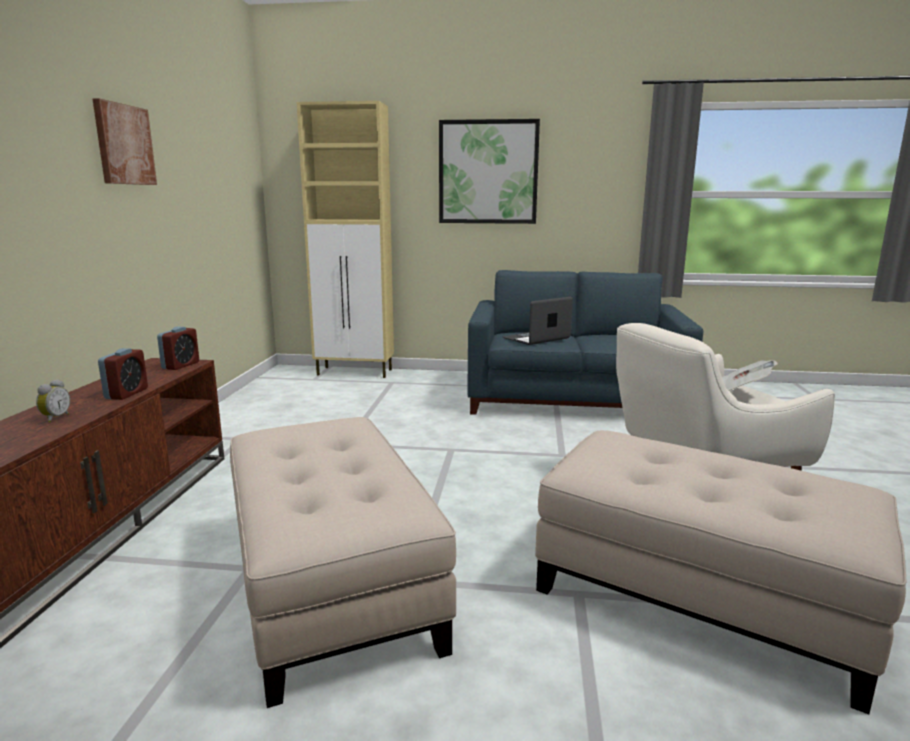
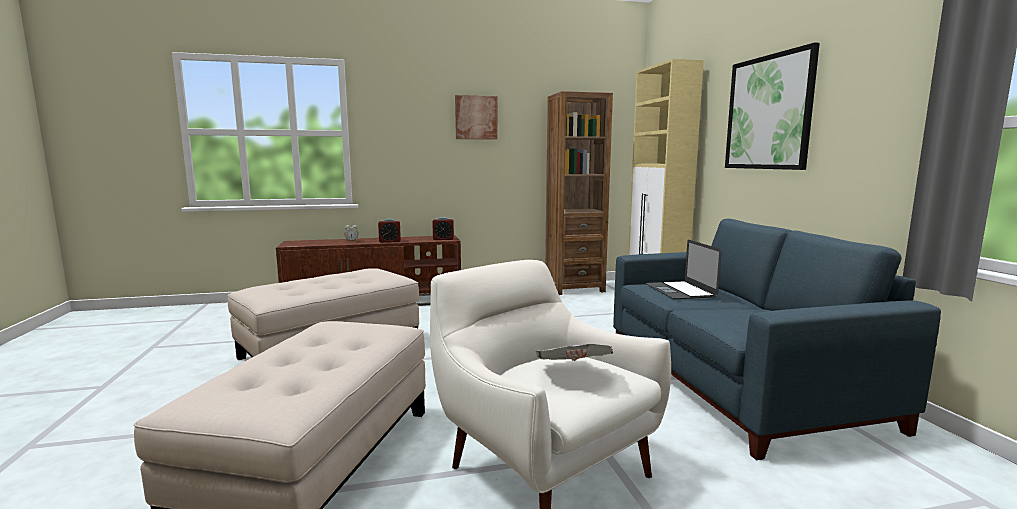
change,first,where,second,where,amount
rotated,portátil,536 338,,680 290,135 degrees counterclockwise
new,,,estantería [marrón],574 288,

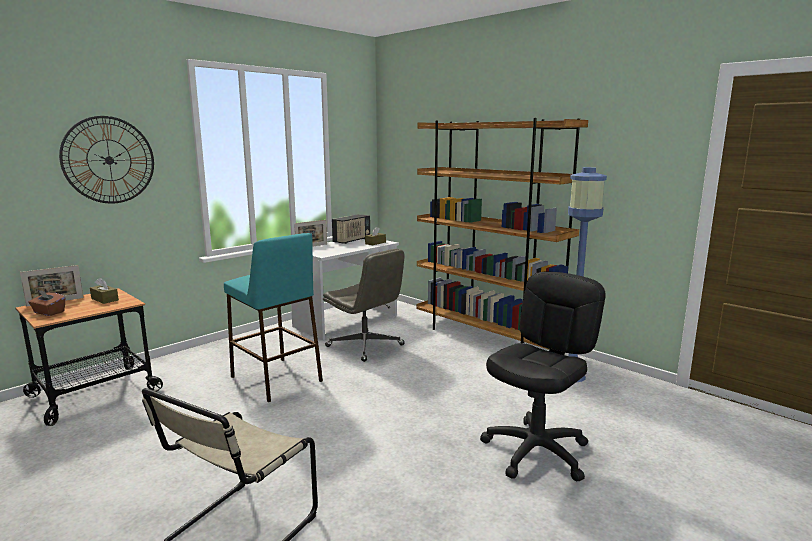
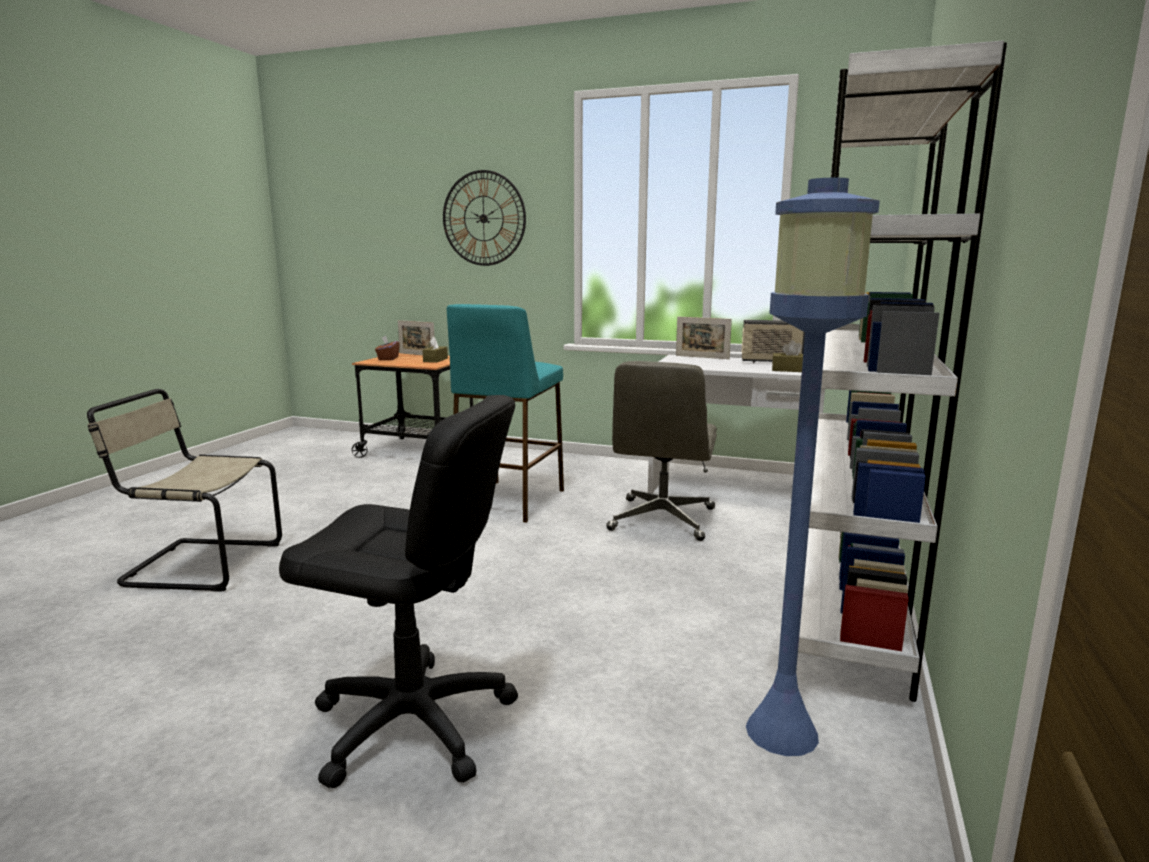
change,first,where,second,where,amount
repainted,estantería [marrón],487 337,estantería [blanco],847 601,

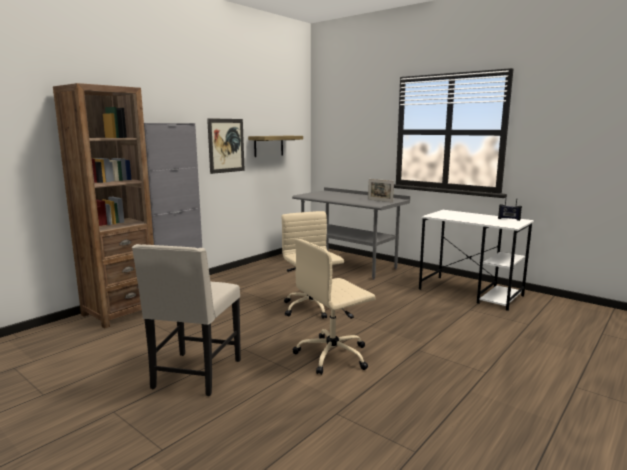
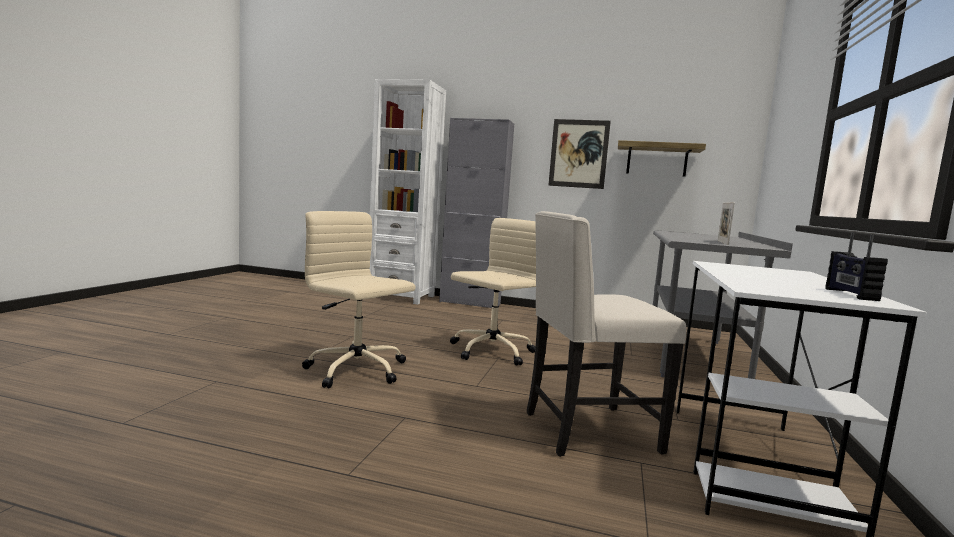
change,first,where,second,where,amount
repainted,estantería [marrón],120 312,estantería [blanco],401 297,
shifted,silla [beis],195 375,,587 432,

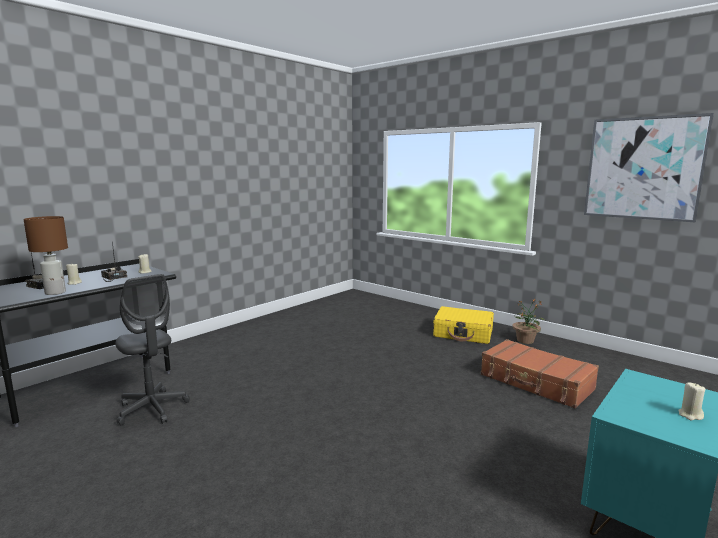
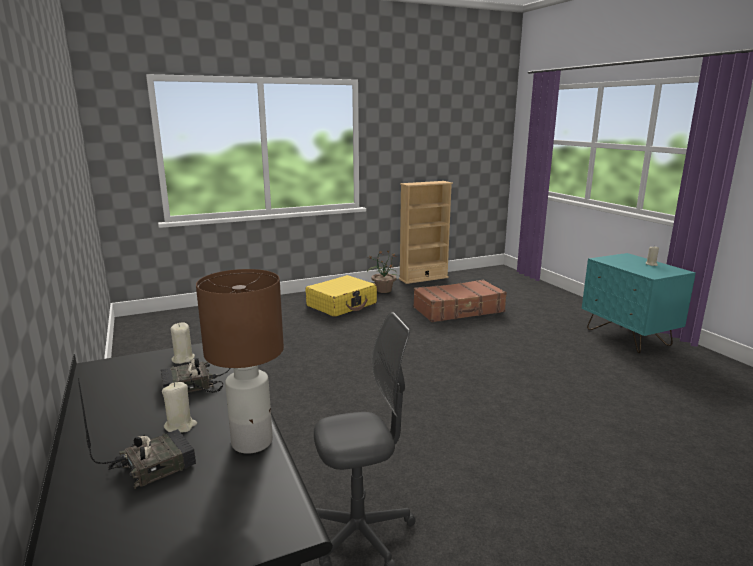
change,first,where,second,where,amount
gone,cuadro,643 168,,,
new,,,estantería [beis],423 278,

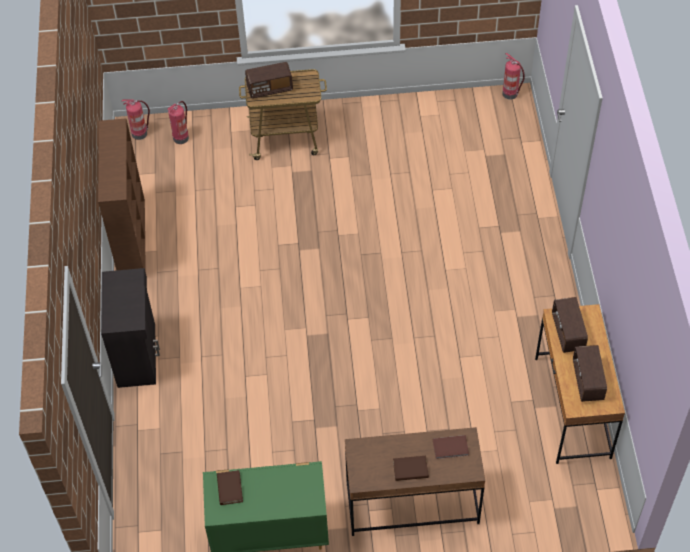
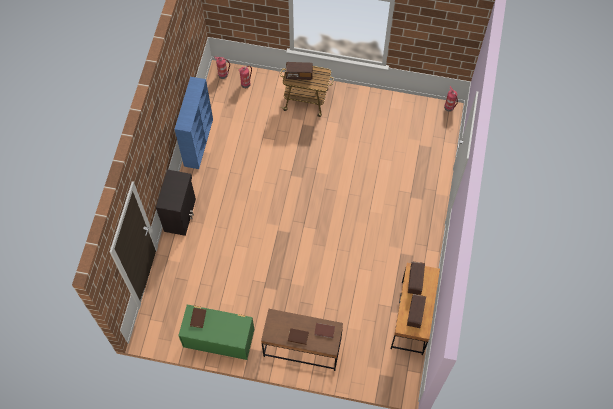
change,first,where,second,where,amount
repainted,estantería [marrón],132 239,estantería [azul],198 142,

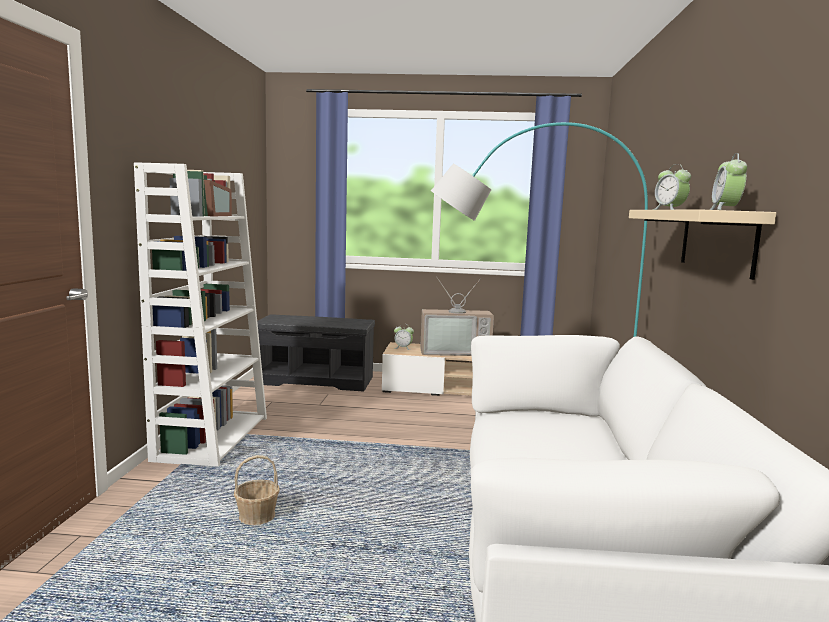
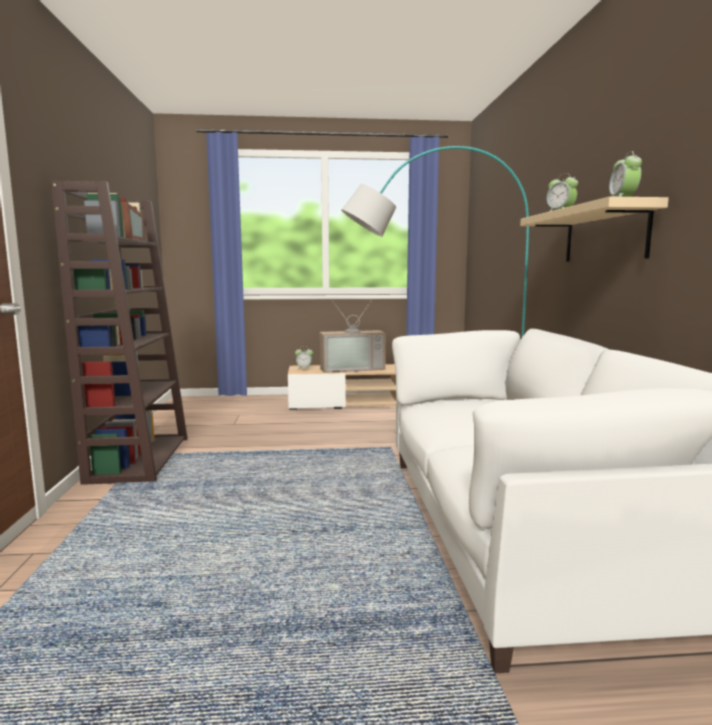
change,first,where,second,where,amount
repainted,estantería [blanco],212 437,estantería [marrón],139 458,
gone,banco [gris],316 380,,,
gone,cesta,257 516,,,

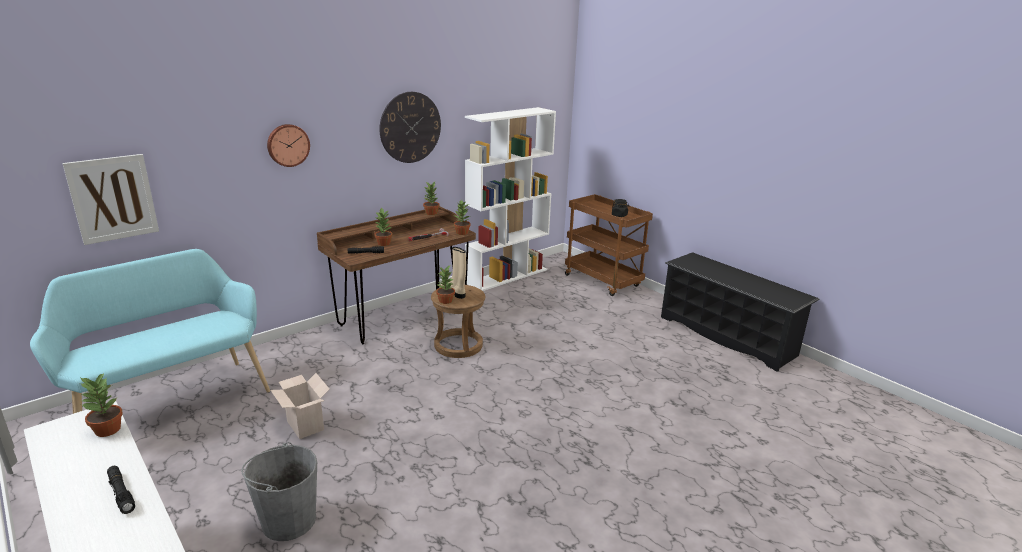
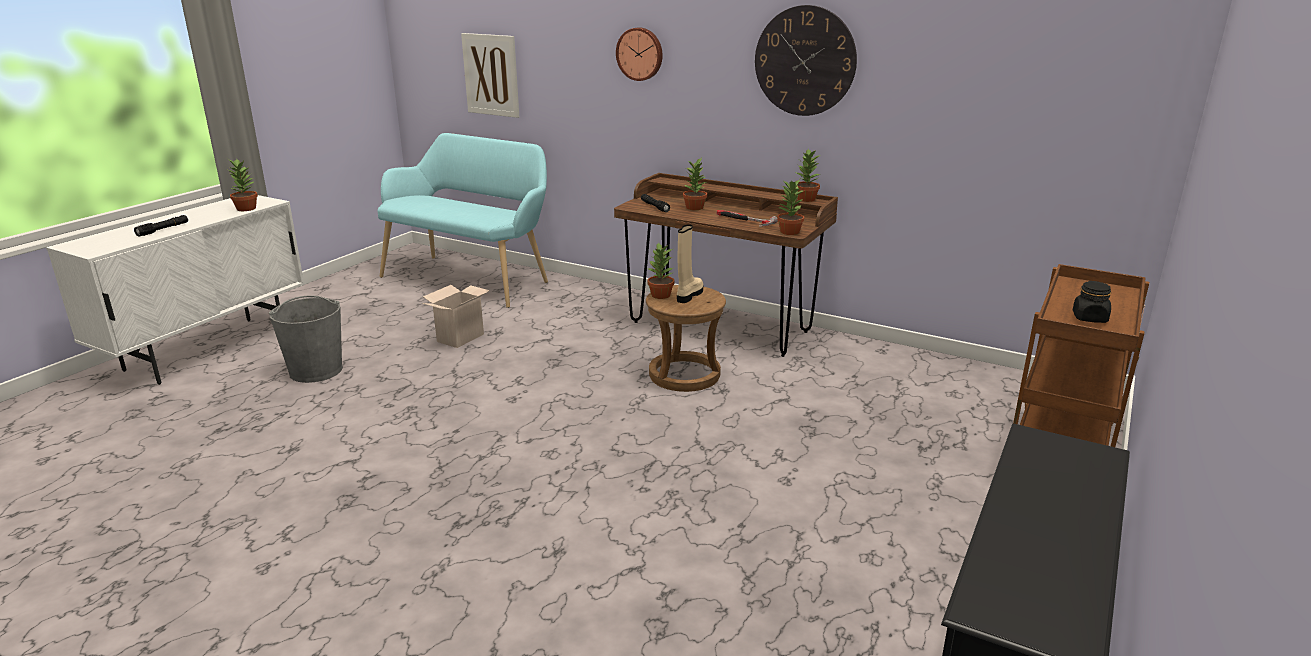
change,first,where,second,where,amount
gone,estantería [blanco],507 276,,,

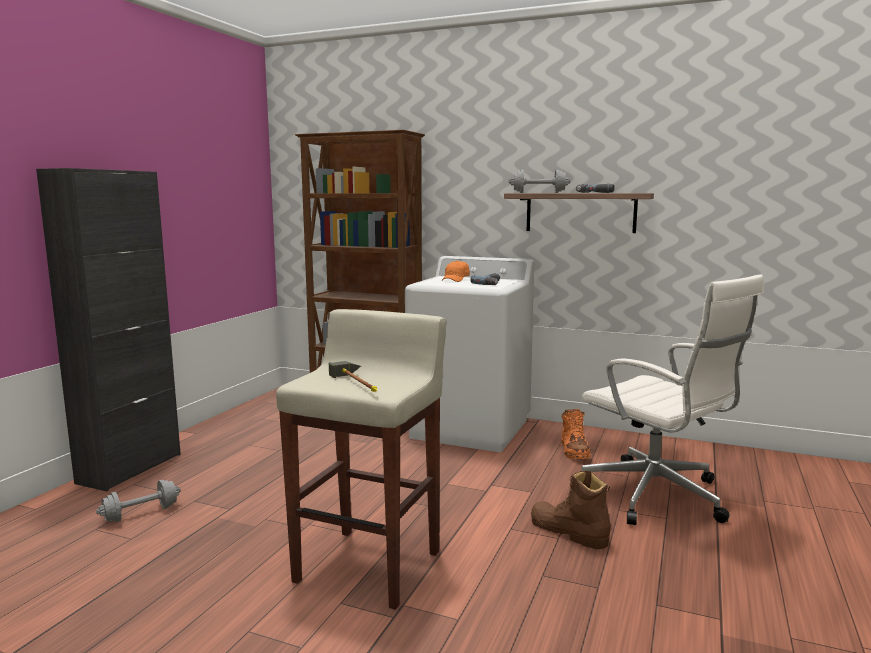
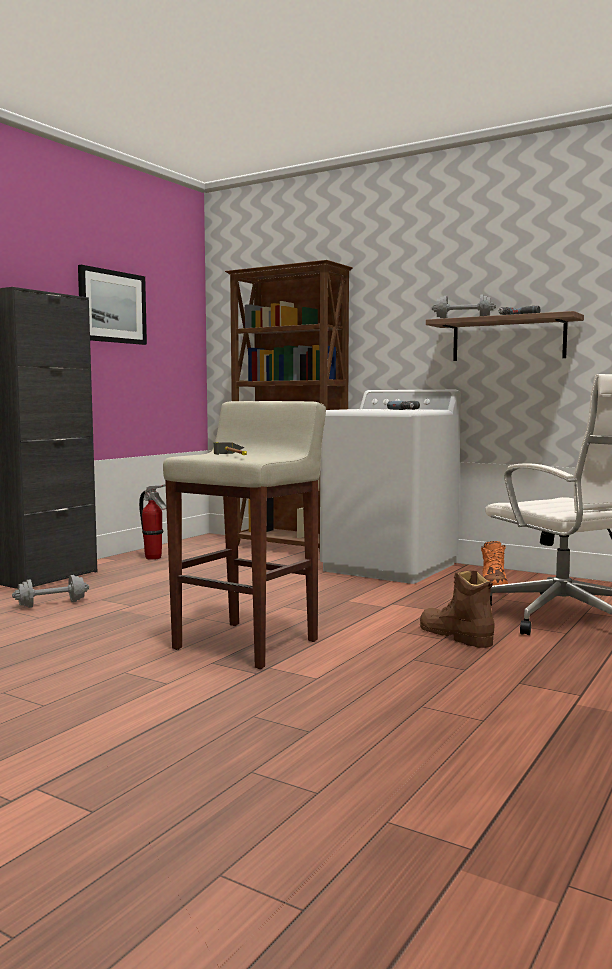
change,first,where,second,where,amount
gone,gorra [naranja],455 279,,,
new,,,cuadro,112 306,
new,,,extintor,153 558,

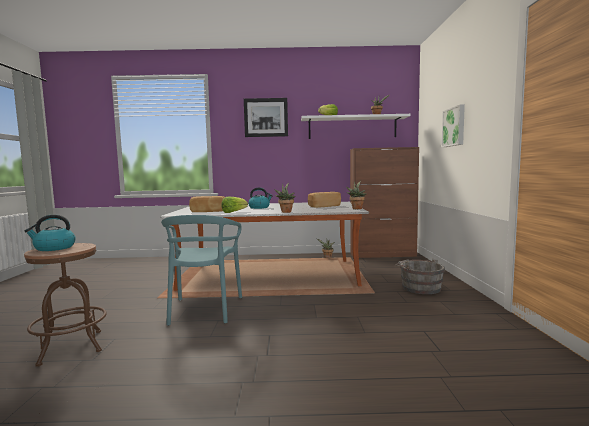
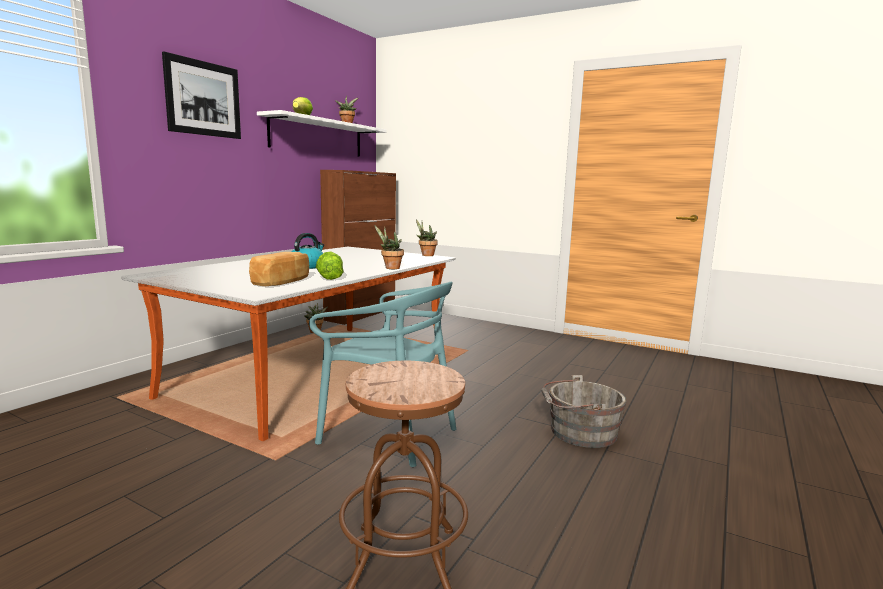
change,first,where,second,where,amount
gone,cuadro,454 127,,,
gone,pan,324 206,,,
gone,hervidor,54 248,,,
shifted,cubo [gris],419 287,,579 432,

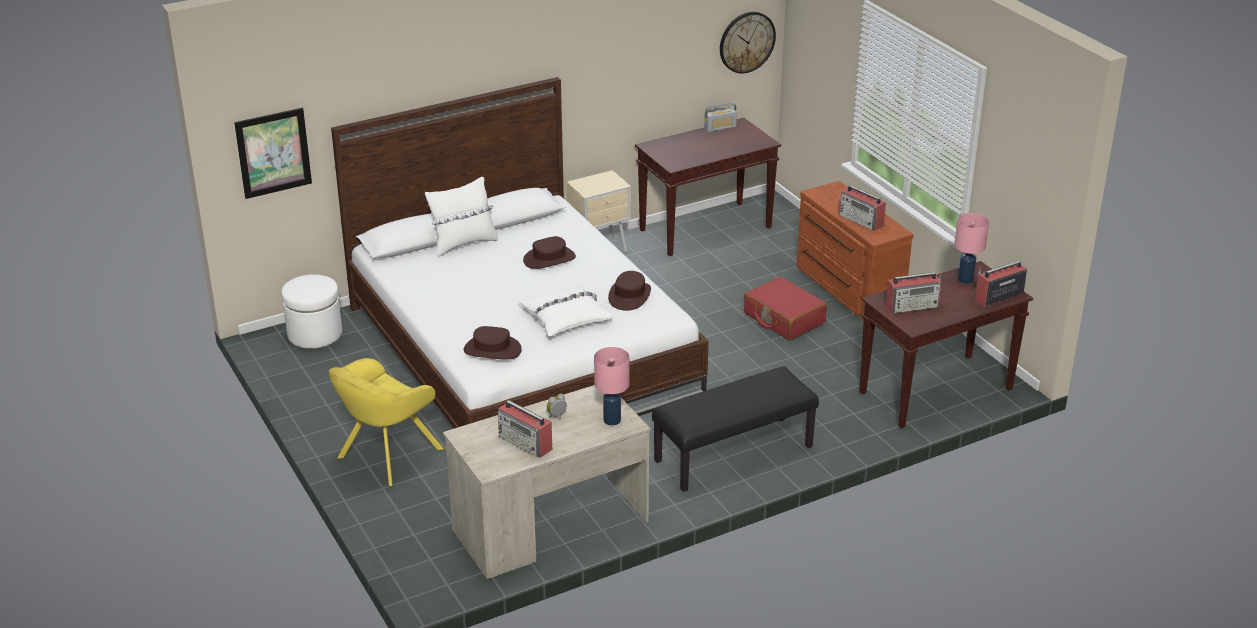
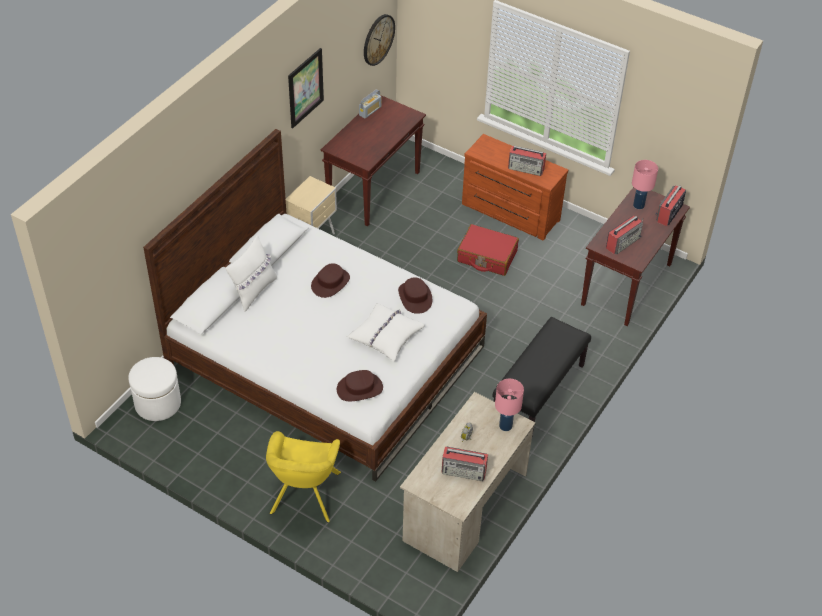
change,first,where,second,where,amount
shifted,cuadro,273 152,,305 88,

